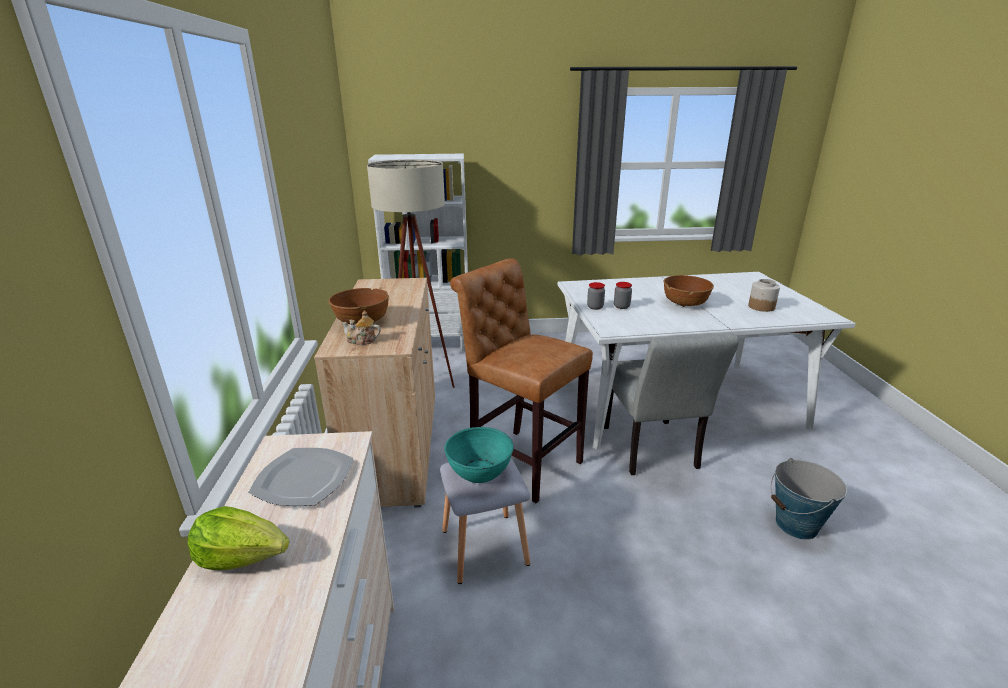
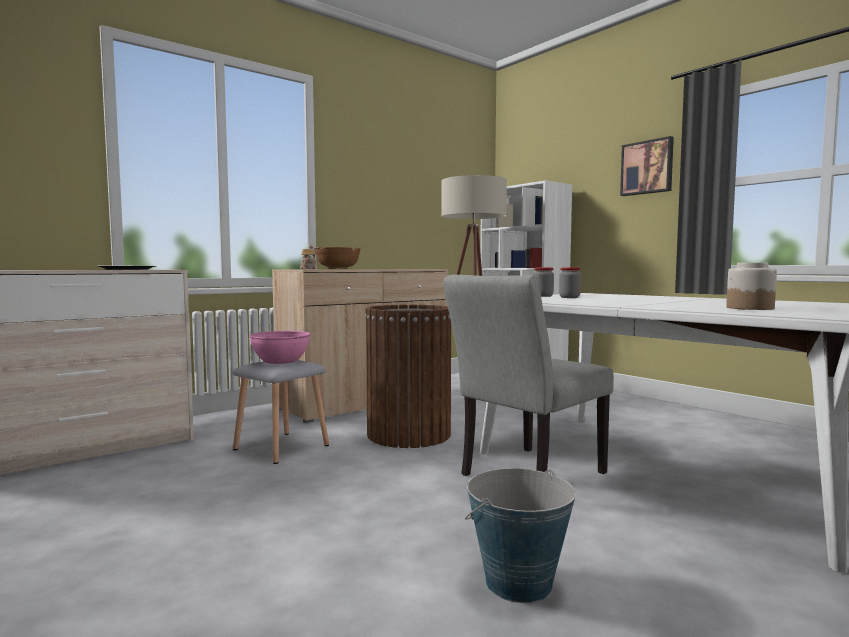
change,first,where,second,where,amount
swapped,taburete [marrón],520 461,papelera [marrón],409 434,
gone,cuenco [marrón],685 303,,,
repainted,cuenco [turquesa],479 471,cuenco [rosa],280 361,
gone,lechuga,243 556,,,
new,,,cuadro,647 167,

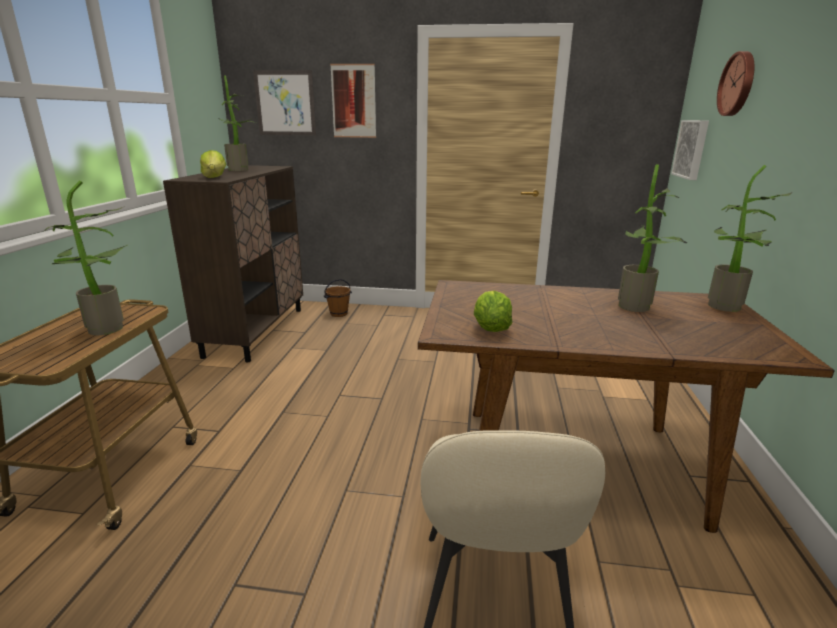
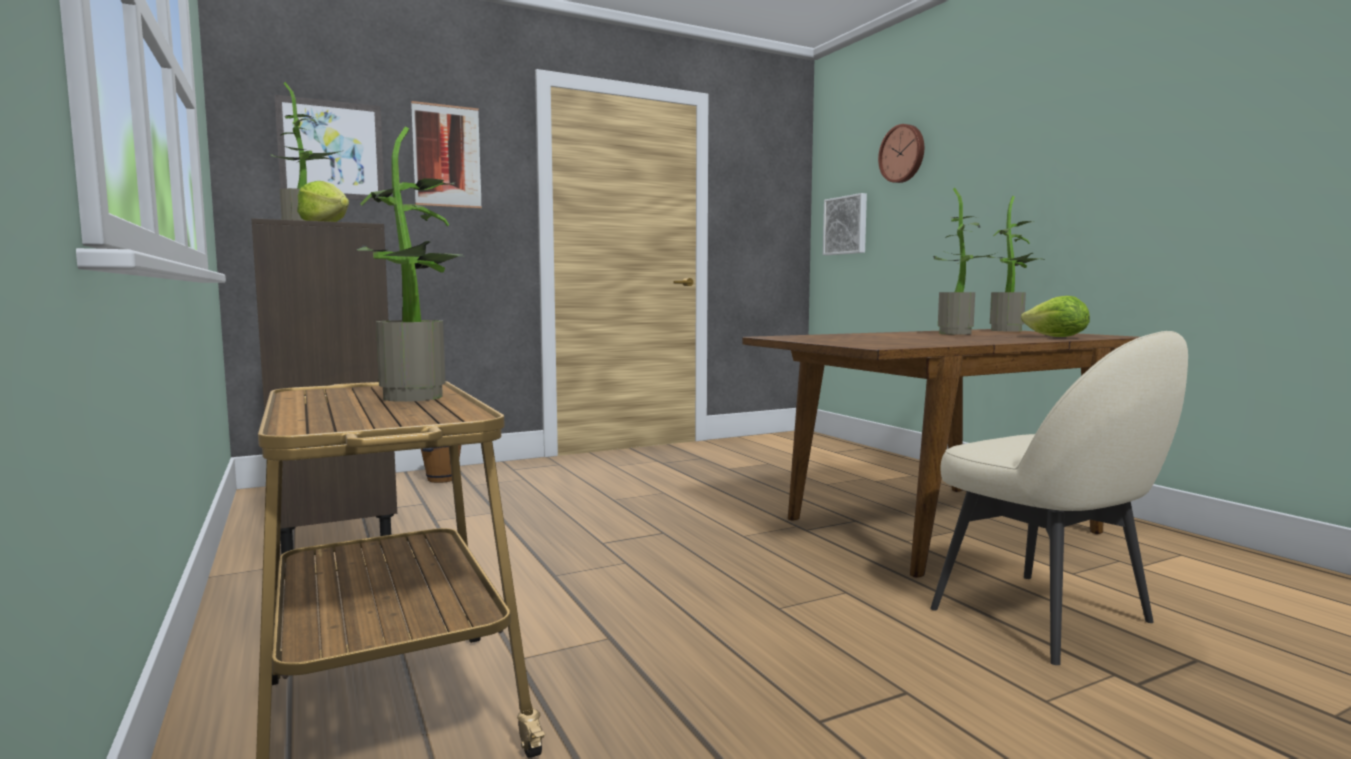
change,first,where,second,where,amount
shifted,lechuga,490 328,,1056 337,

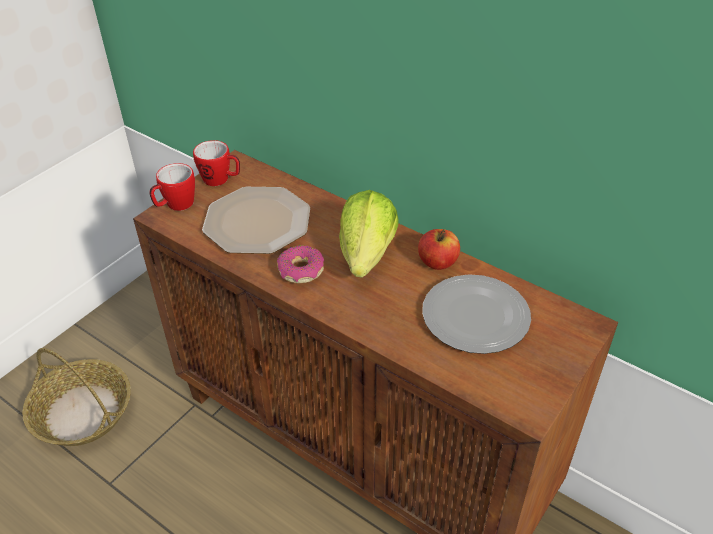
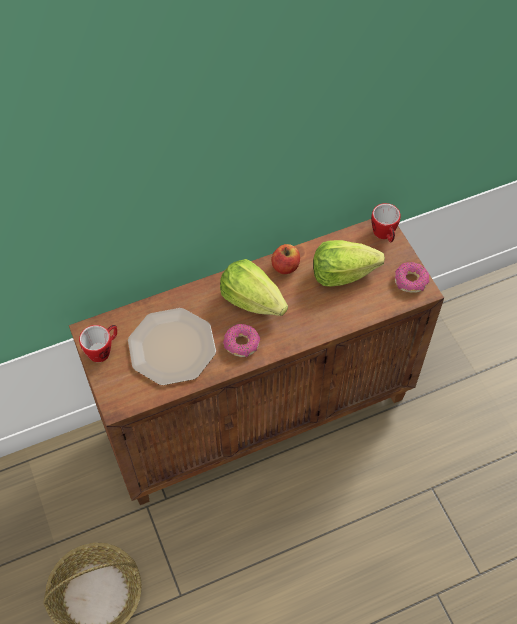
change,first,where,second,where,amount
shifted,taza grande,175 205,,384 235,
swapped,plato,475 315,lechuga,342 274,
new,,,rosquilla,411 281,

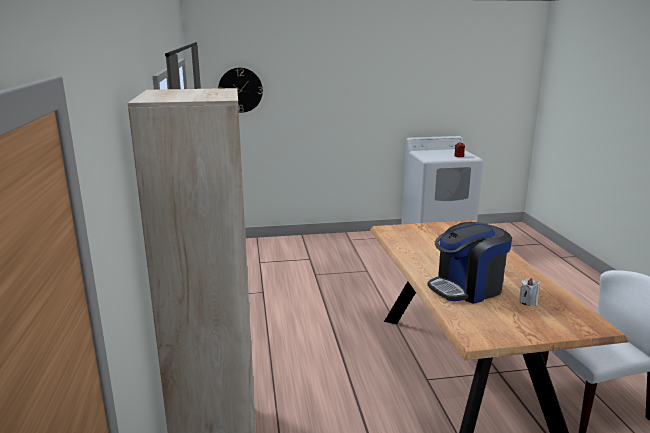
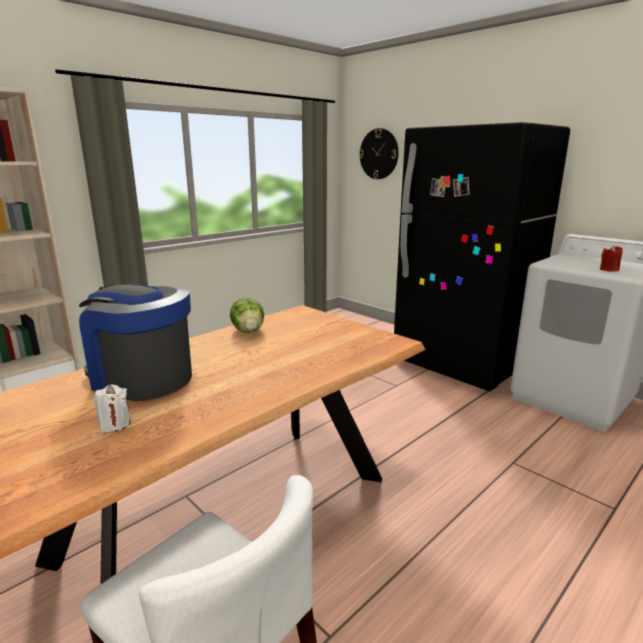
change,first,where,second,where,amount
new,,,nevera [negro],461 365,
new,,,lechuga,248 331,

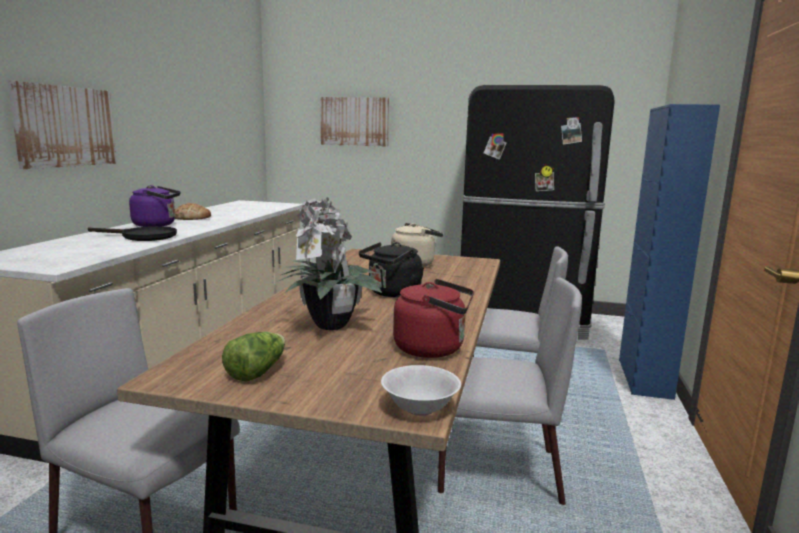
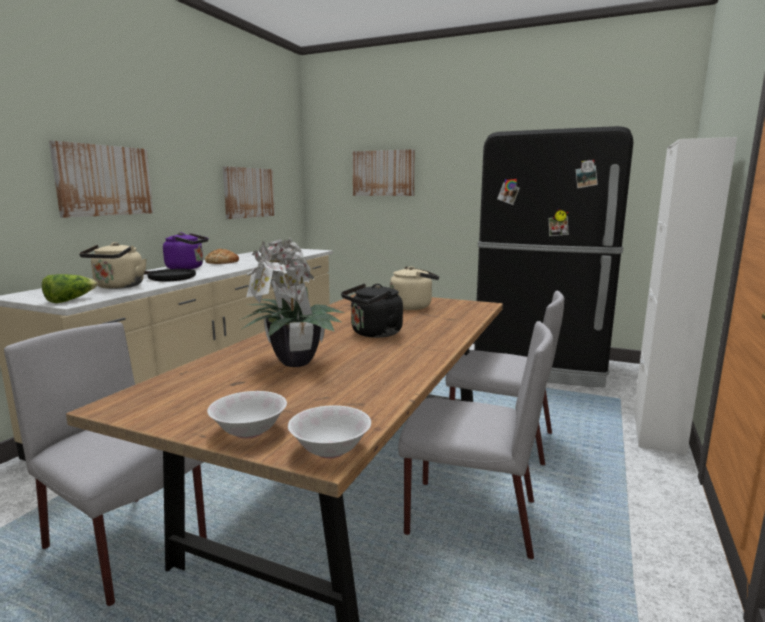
change,first,where,second,where,amount
repainted,armario [azul],644 378,armario [blanco],657 430,
gone,hervidor [rojo],433 349,,,
shifted,lechuga,257 371,,70 300,
new,,,cuadro,248 192,
new,,,hervidor [beis],118 287,
new,,,cuenco [blanco],249 431,

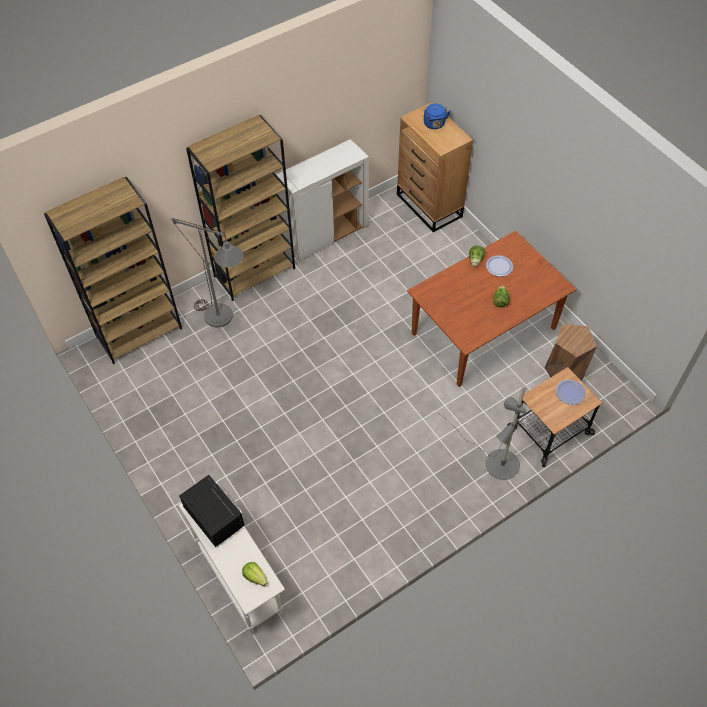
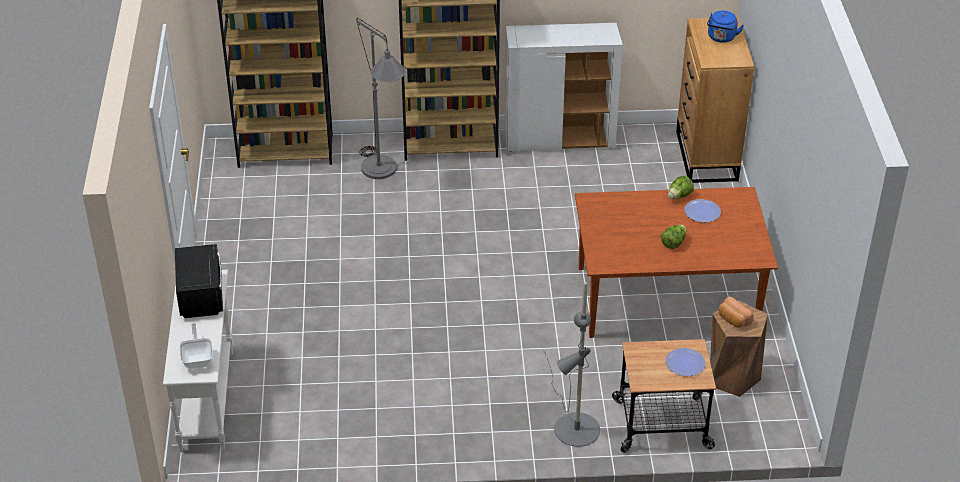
change,first,where,second,where,amount
swapped,lechuga,255 576,sartén,198 358,
new,,,pan,733 320,

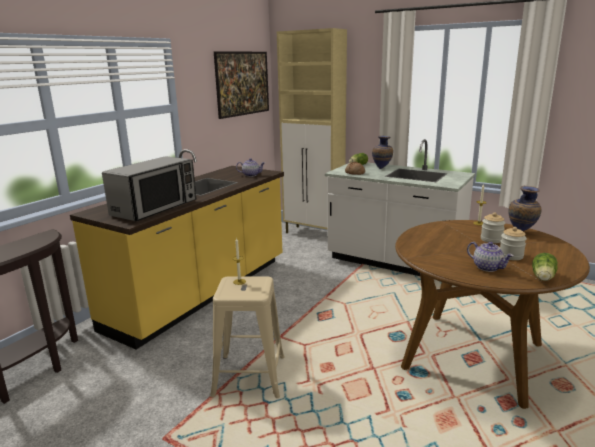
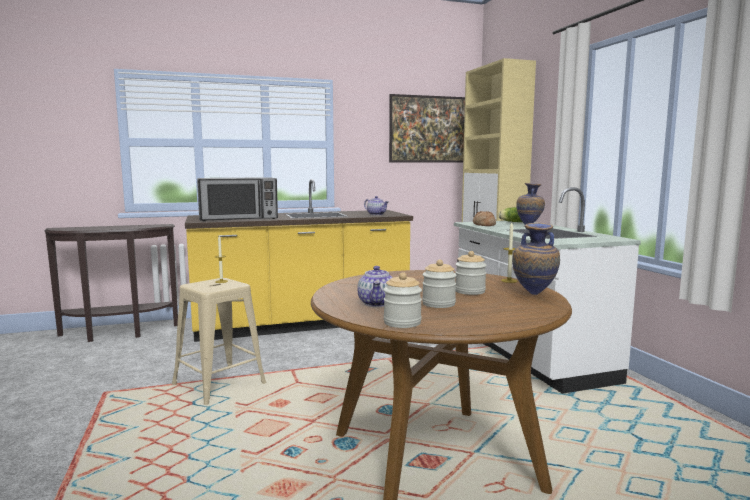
change,first,where,second,where,amount
swapped,lechuga,543 278,tarro,402 323,

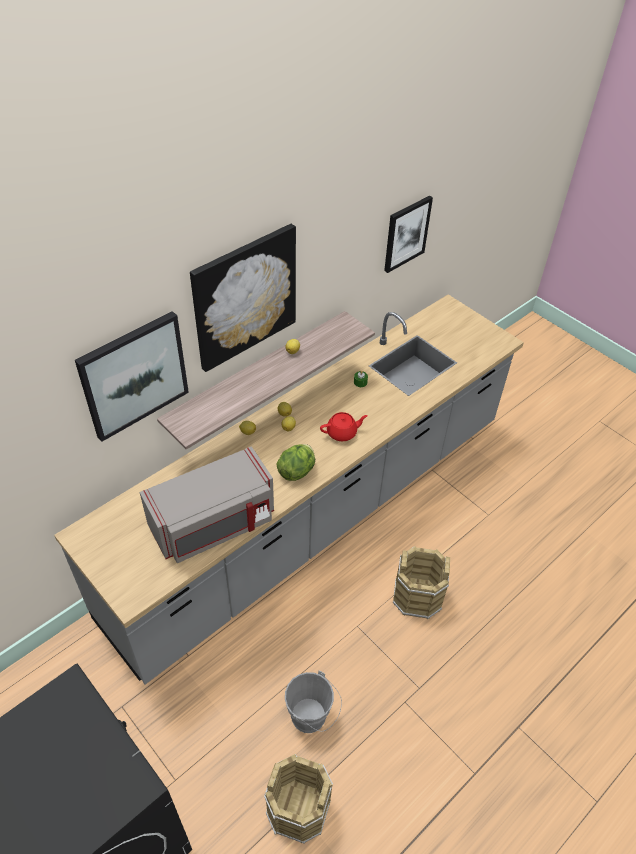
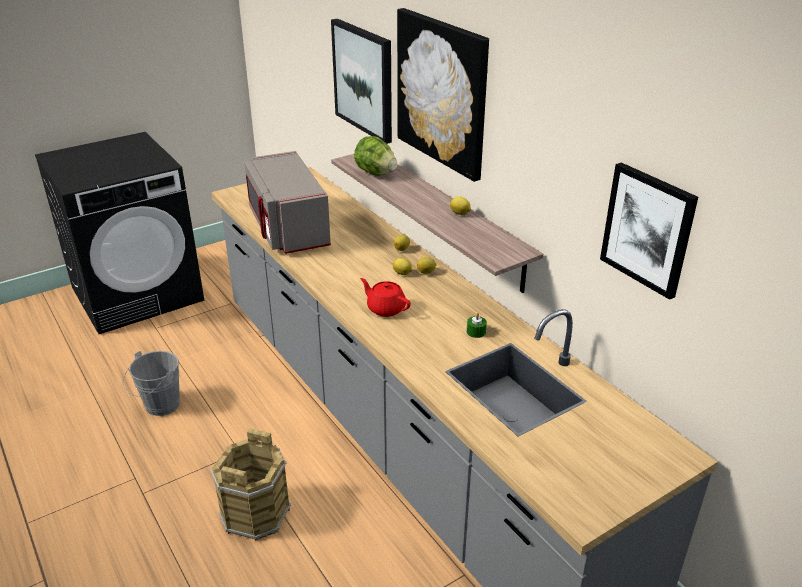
change,first,where,second,where,amount
rotated,tetera [rojo],342 433,,385 308,135 degrees clockwise
shifted,lechuga,297 471,,375 173,
gone,cubo [marrón],298 809,,,

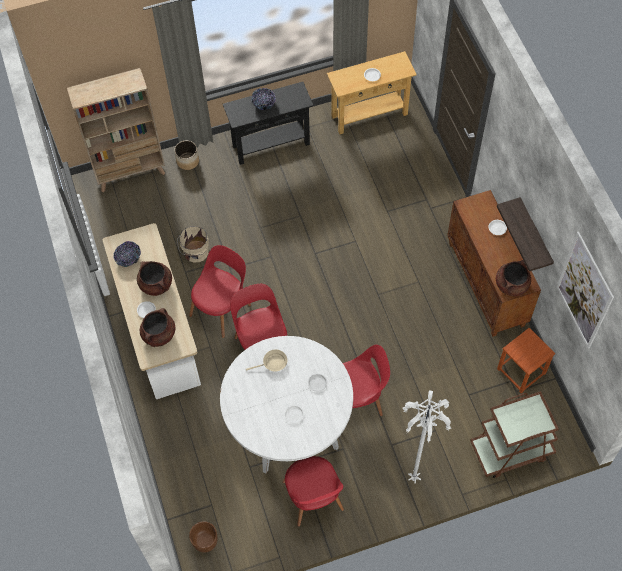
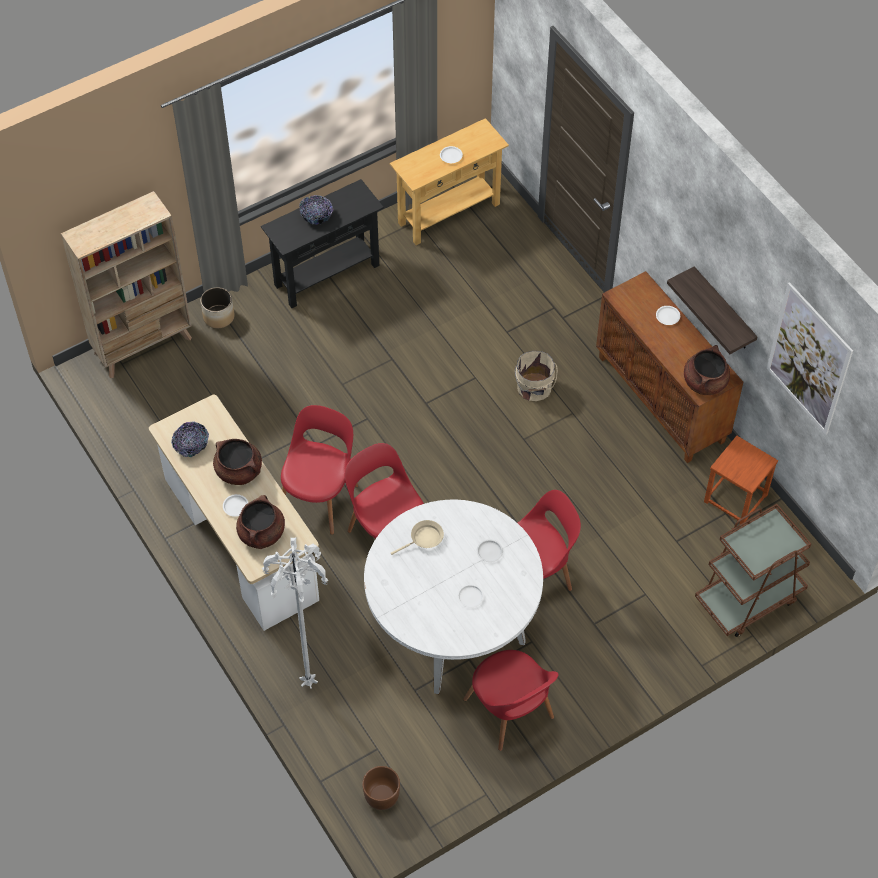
change,first,where,second,where,amount
shifted,cubo [beis],195 252,,534 388,
shifted,lámpara de pie [blanco],415 479,,310 683,

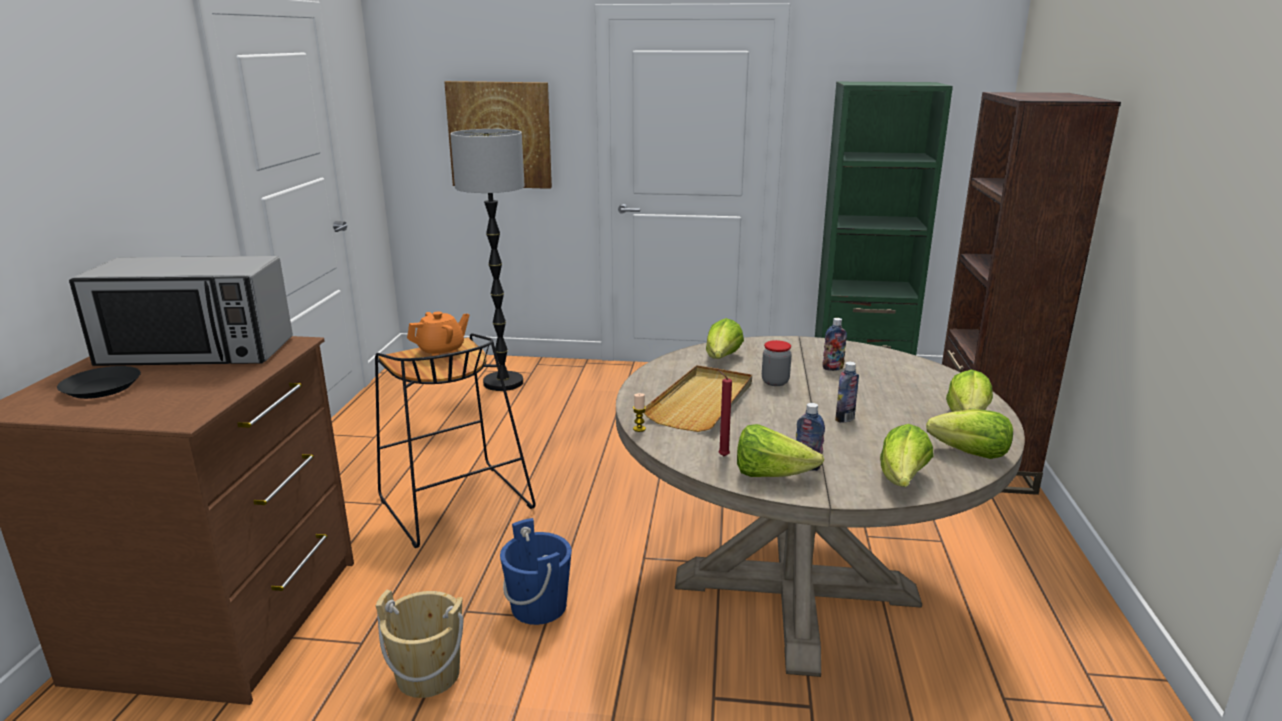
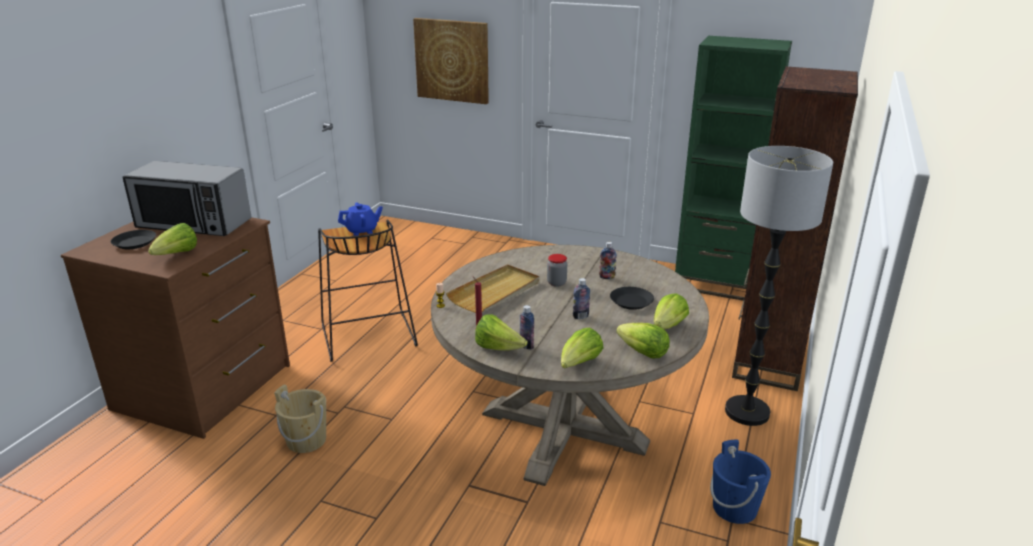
change,first,where,second,where,amount
shifted,lámpara de pie,503 382,,747 412,
repainted,tetera [naranja],441 351,tetera [azul],362 231,
shifted,lechuga,722 359,,177 254,
shifted,cubo [azul],539 606,,734 508,
new,,,plato [negro],631 301,

